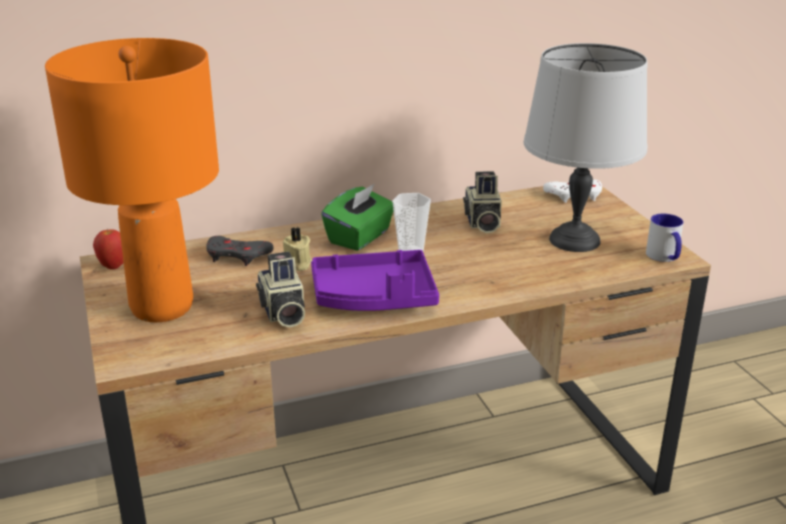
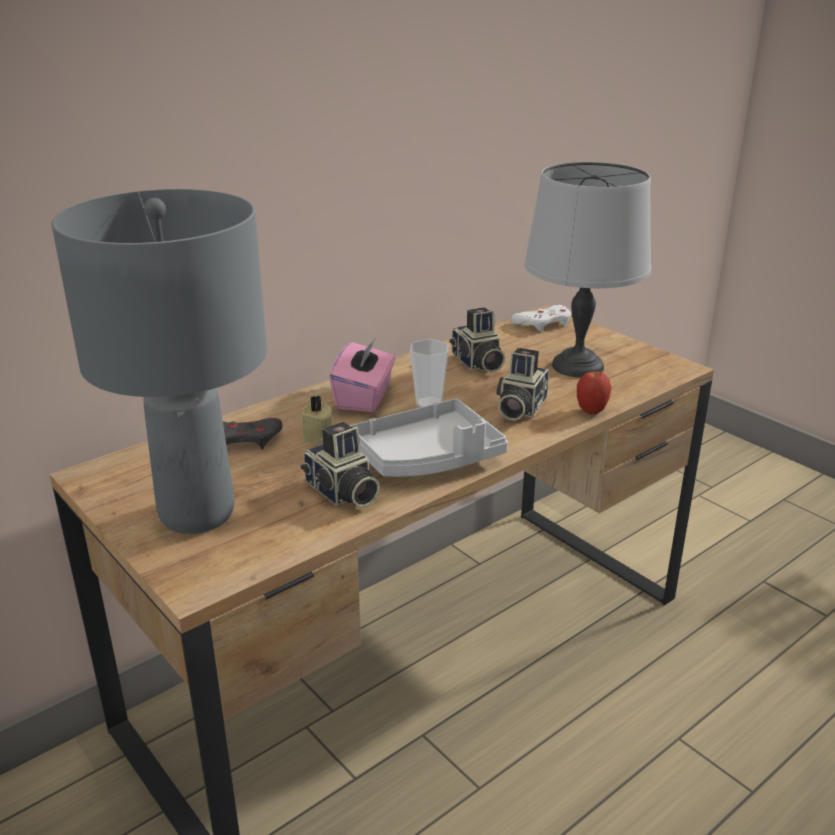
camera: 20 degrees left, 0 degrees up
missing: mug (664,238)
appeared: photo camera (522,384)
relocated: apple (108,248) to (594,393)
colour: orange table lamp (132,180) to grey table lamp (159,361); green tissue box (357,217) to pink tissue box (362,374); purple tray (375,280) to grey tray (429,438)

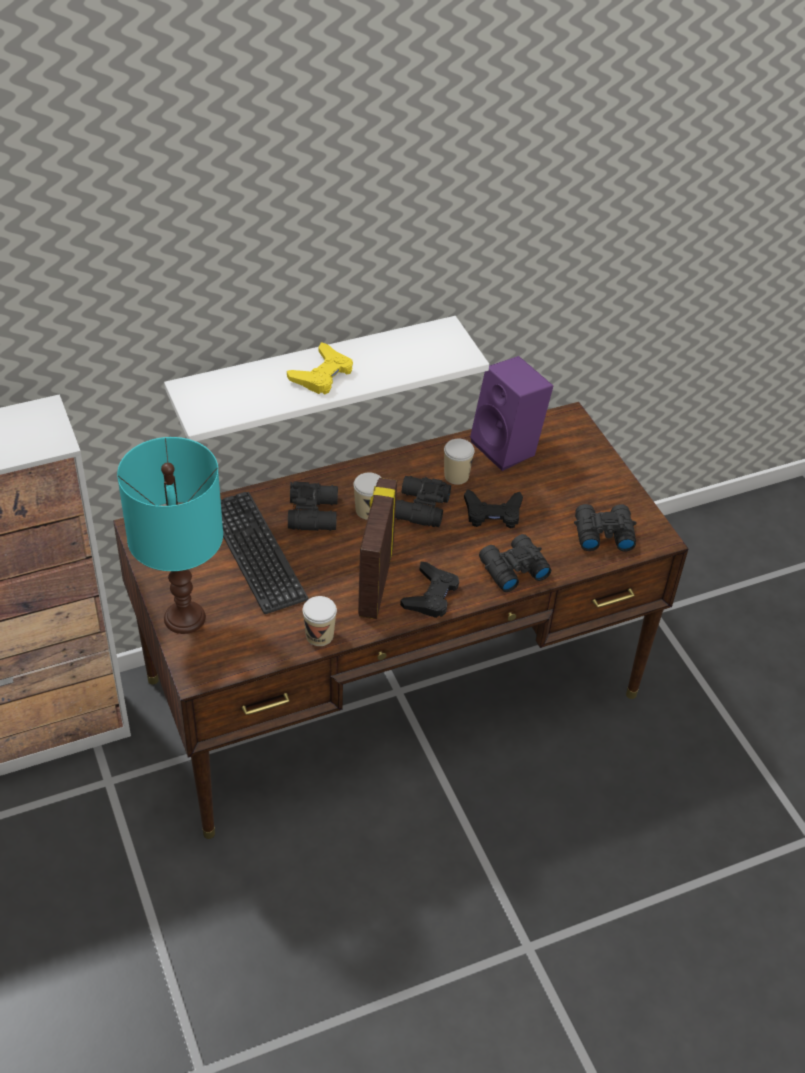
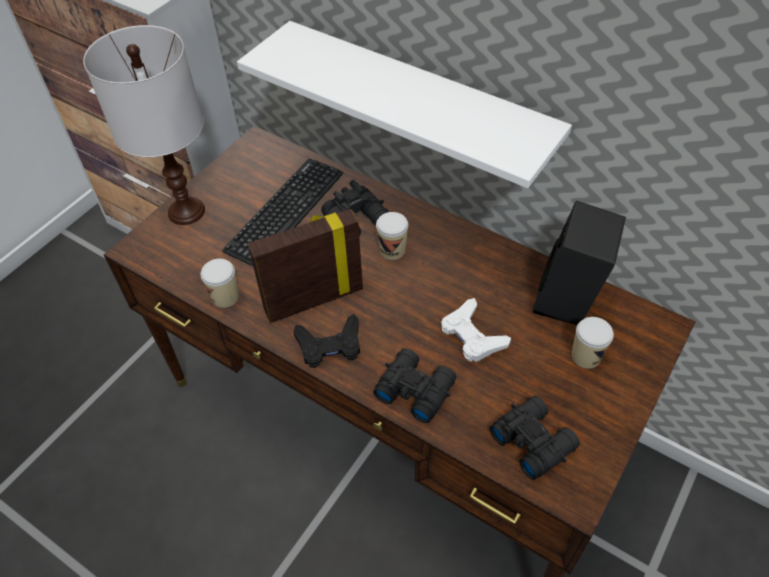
camera: 60 degrees right, 5 degrees up
missing: yellow game controller (320,368); black binoculars (423,501)
relocated: cup (459,462) to (593,343)
colour: turquoise table lamp (170,535) to white table lamp (144,125); black game controller (493,509) to white game controller (476,330); purple speaker (511,413) to black speaker (579,263)

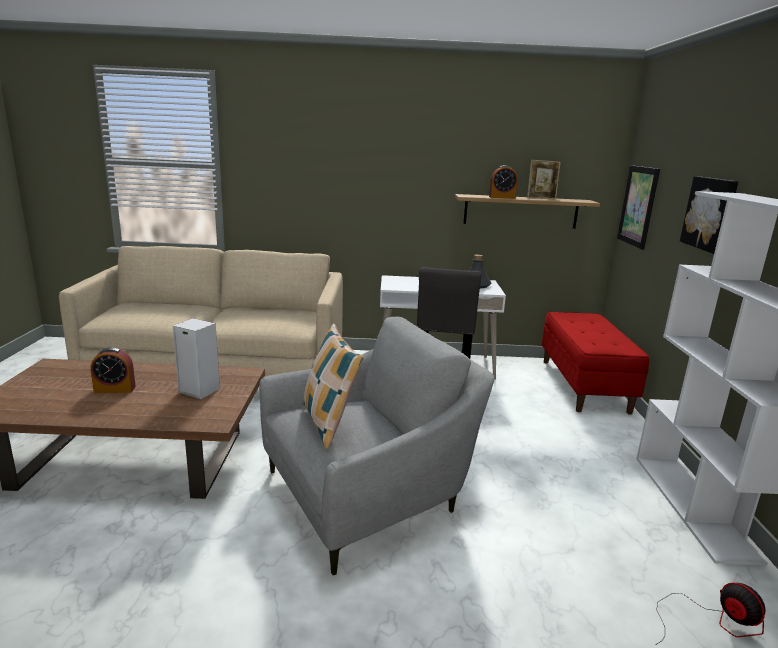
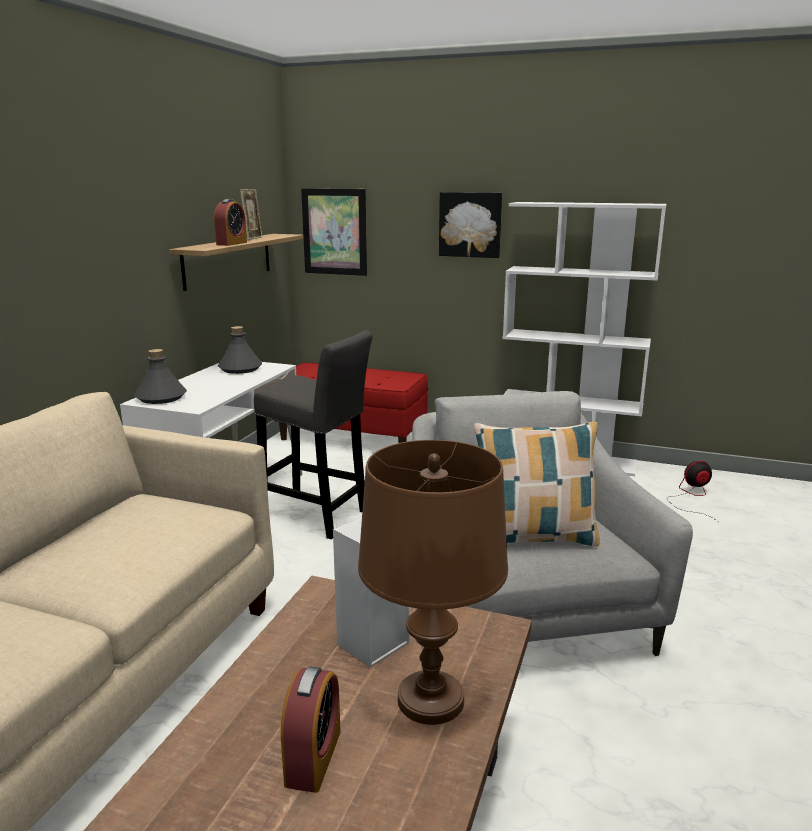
camera: 70 degrees left, 0 degrees up
appeared: grey bottle (160,376); brown table lamp (433,582)

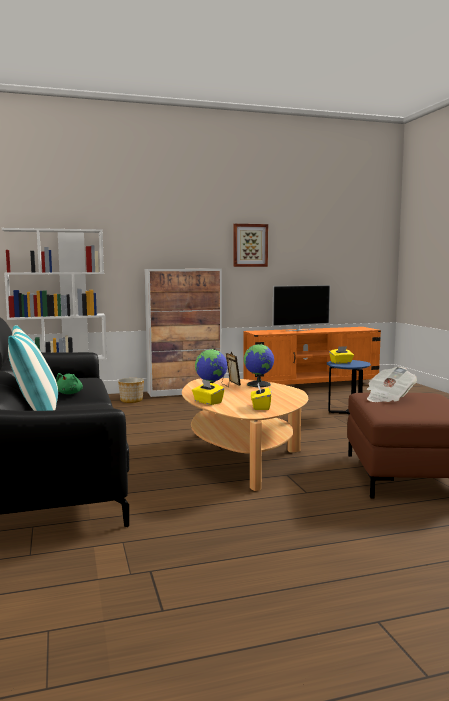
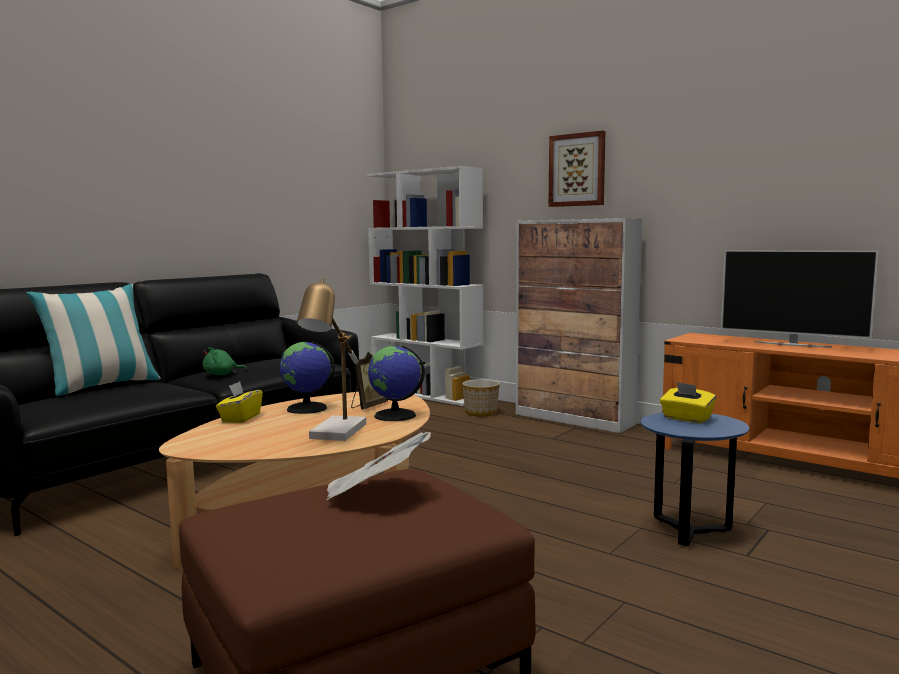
camera: 55 degrees right, 0 degrees up
missing: yellow tissue box (261,396)
appeared: table lamp (331,359)
relocated: picture (250,245) to (577,168)

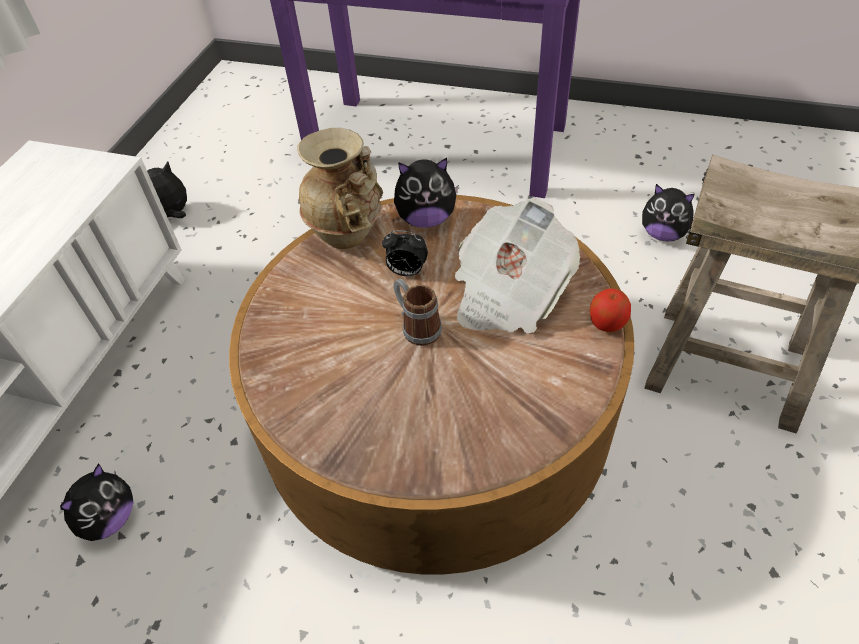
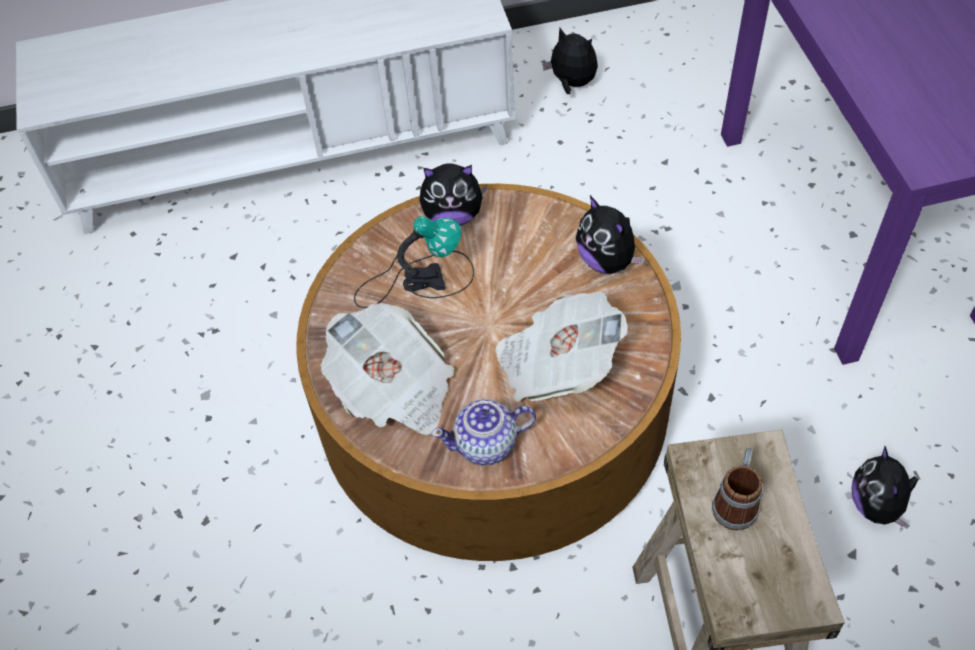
camera: 60 degrees right, 5 degrees up
missing: beige vase (340,188); alarm clock (405,253); apple (610,310)
appeared: newspaper (387,369); table lamp (414,262); teapot (483,432)
relocated: plush toy (97,502) to (453,194); mug (417,312) to (737,489)

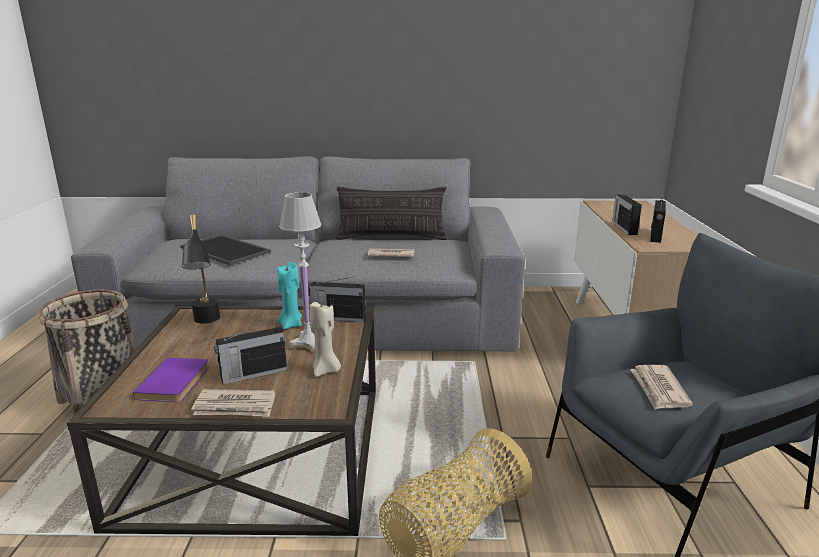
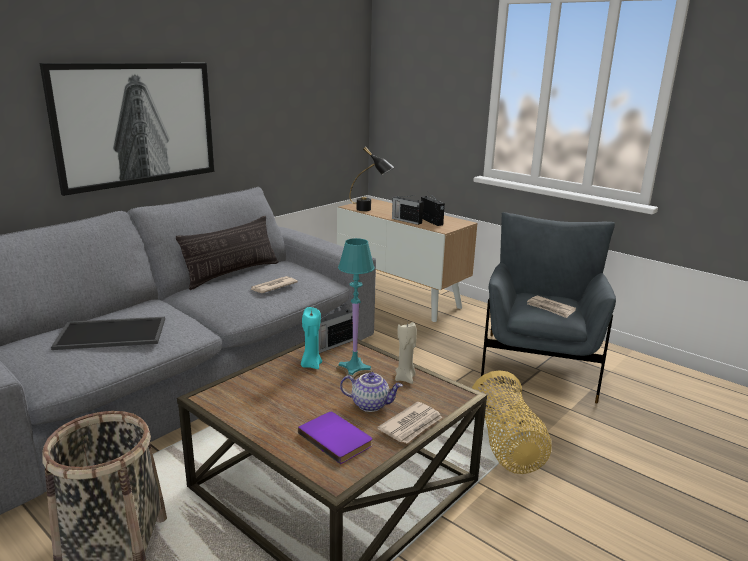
camera: 50 degrees left, 0 degrees up
appeared: picture (127,129)
relocated: black table lamp (201,268) to (372,179)
exchanged: radio (250,352) to teapot (371,392)
colour: white table lamp (300,273) to turquoise table lamp (355,308)

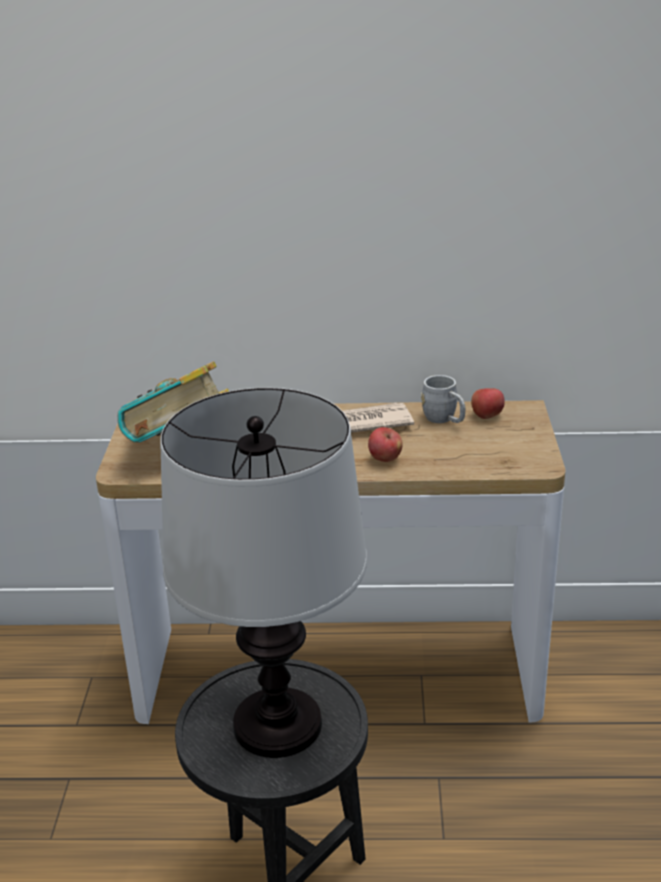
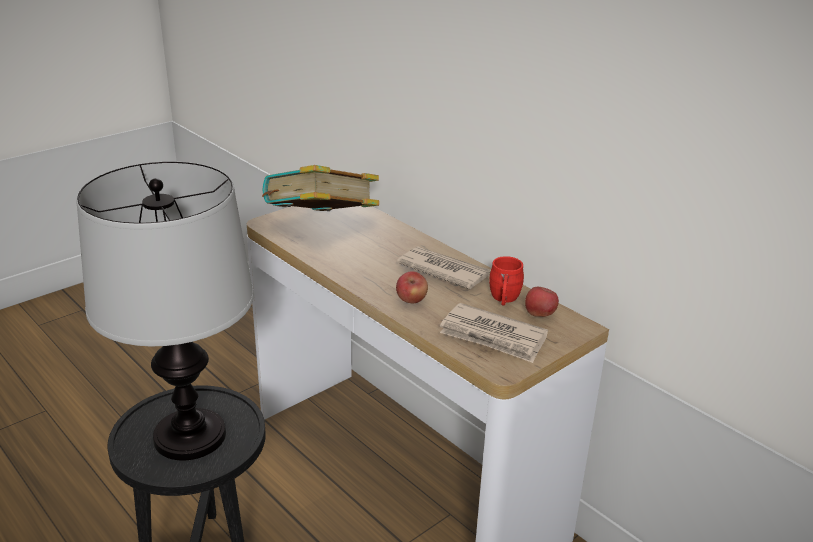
camera: 45 degrees right, 0 degrees up
appeared: newspaper (494,333)
colour: grey mug (443,399) to red mug (506,281)

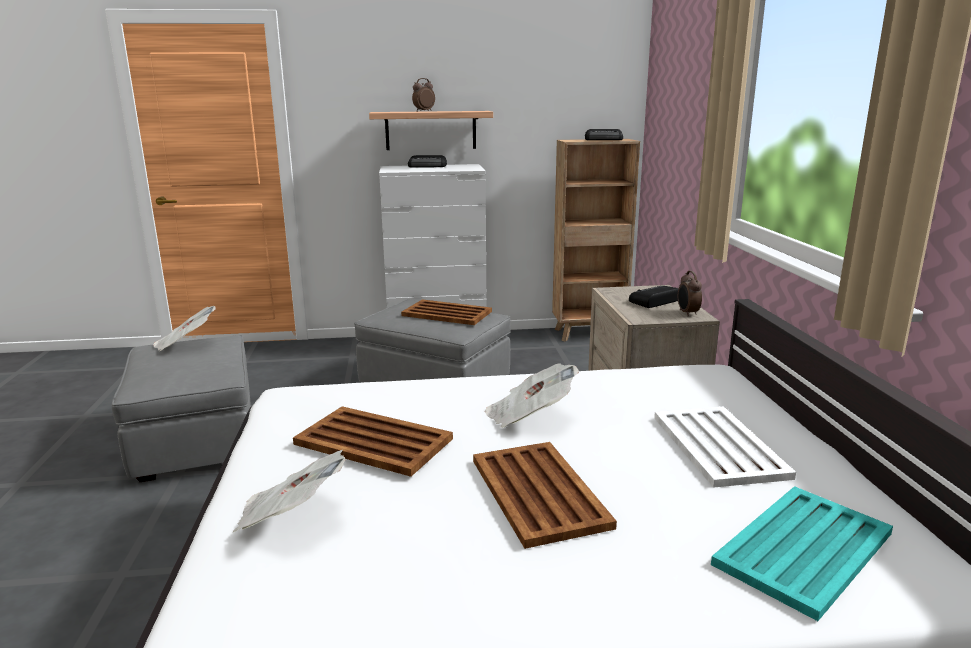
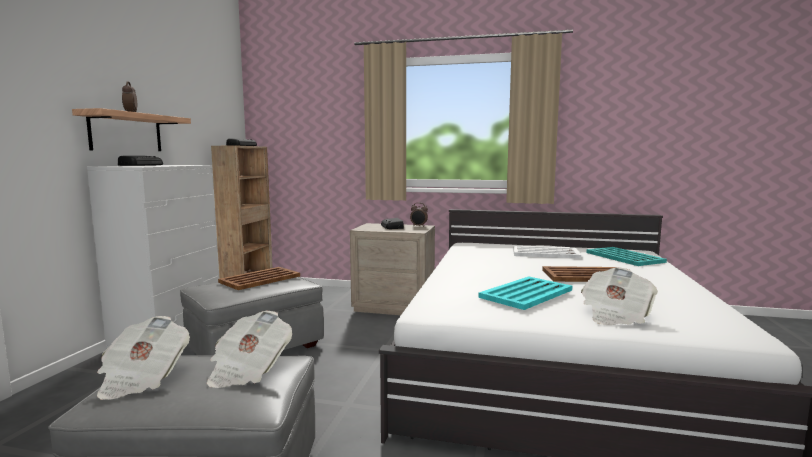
camera: 70 degrees left, 10 degrees down
relocated: newspaper (531,395) to (249,349)
colour: brown tray (373,441) to turquoise tray (525,293)

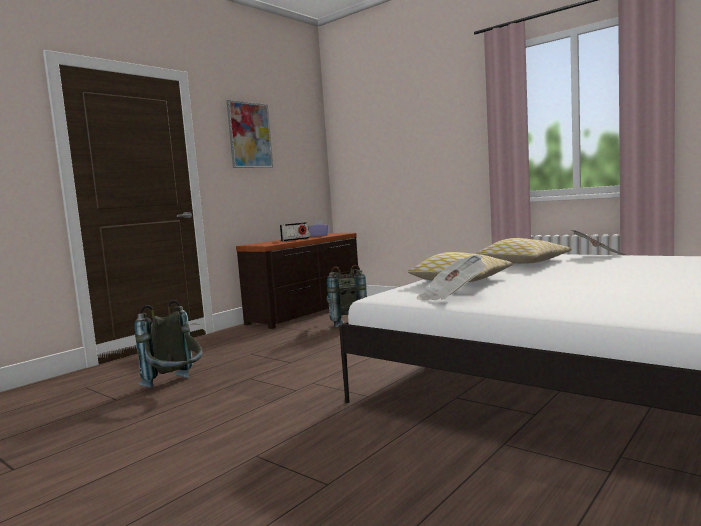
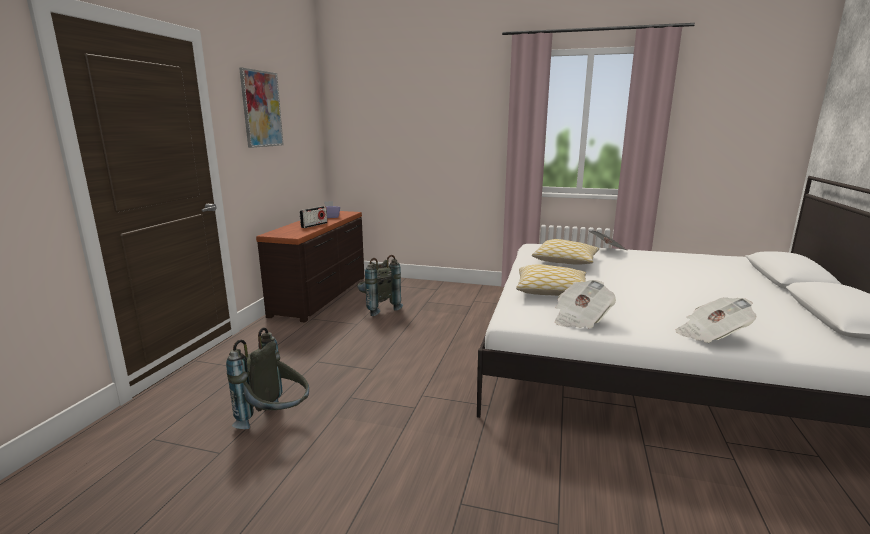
camera: 25 degrees left, 10 degrees up
appeared: newspaper (716,320)

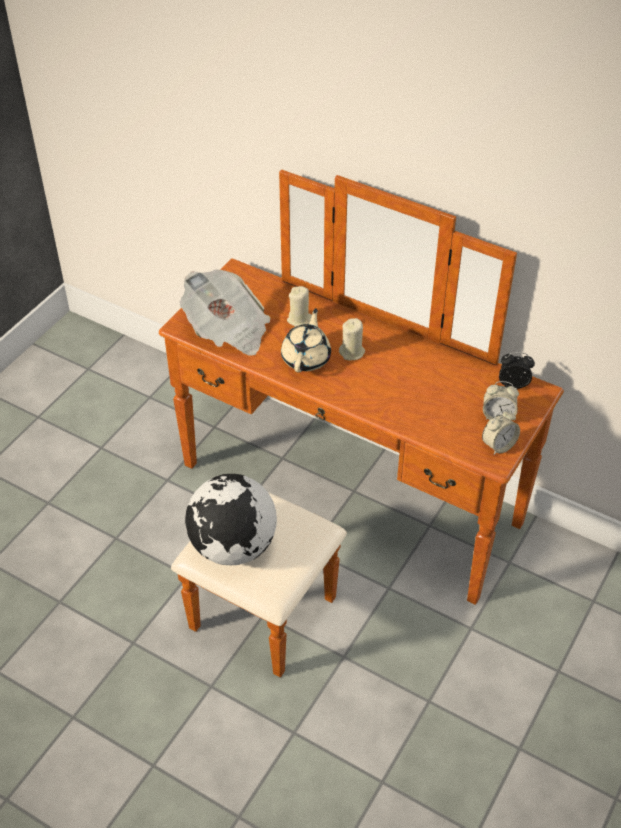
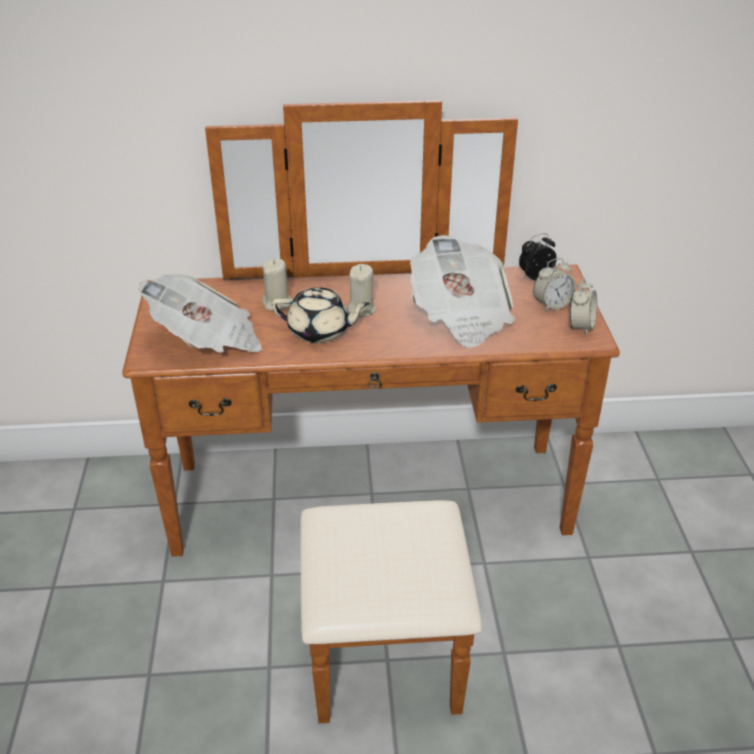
camera: 35 degrees left, 10 degrees down
missing: globe (231,519)
appeared: newspaper (462,291)
spun: beige teapot (306,340) = (321,315) 120 degrees clockwise

